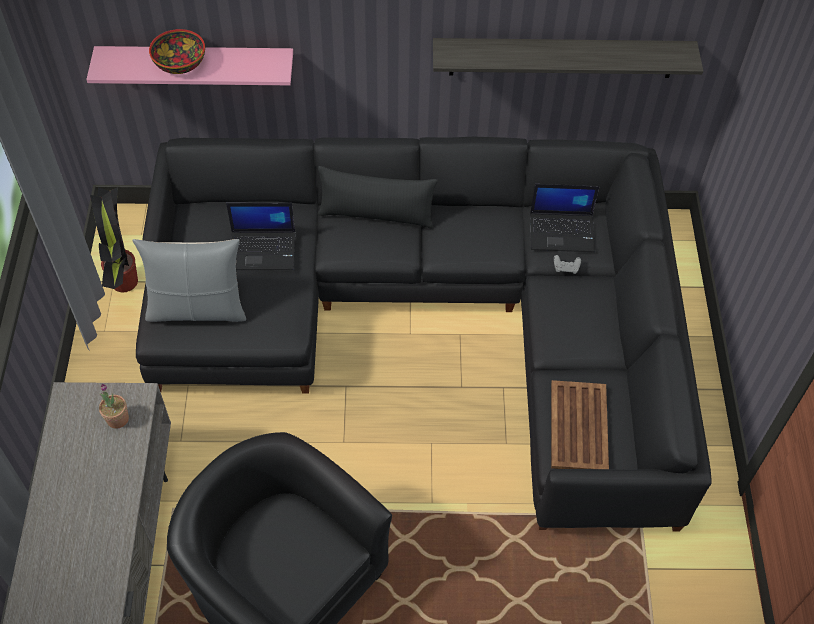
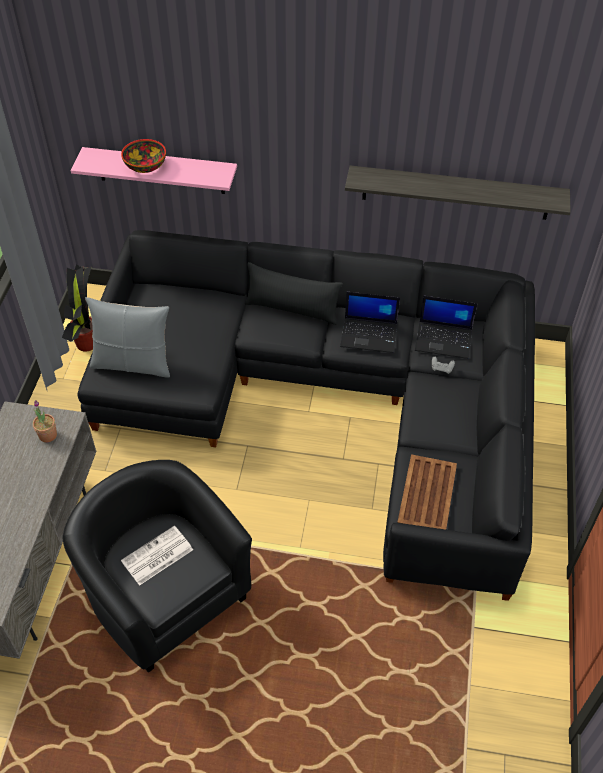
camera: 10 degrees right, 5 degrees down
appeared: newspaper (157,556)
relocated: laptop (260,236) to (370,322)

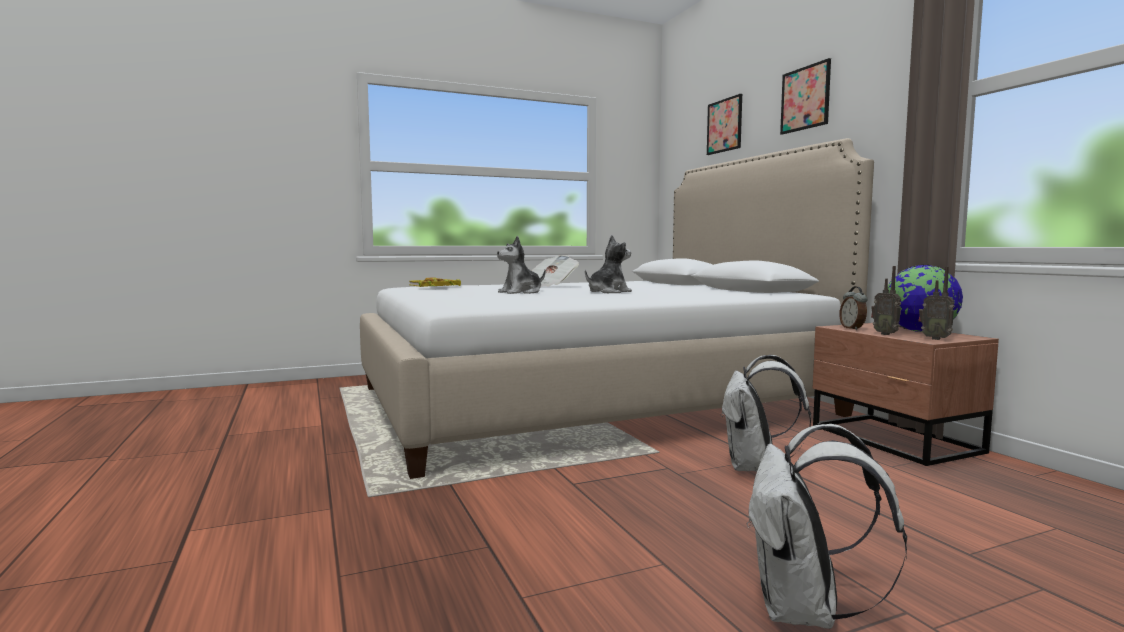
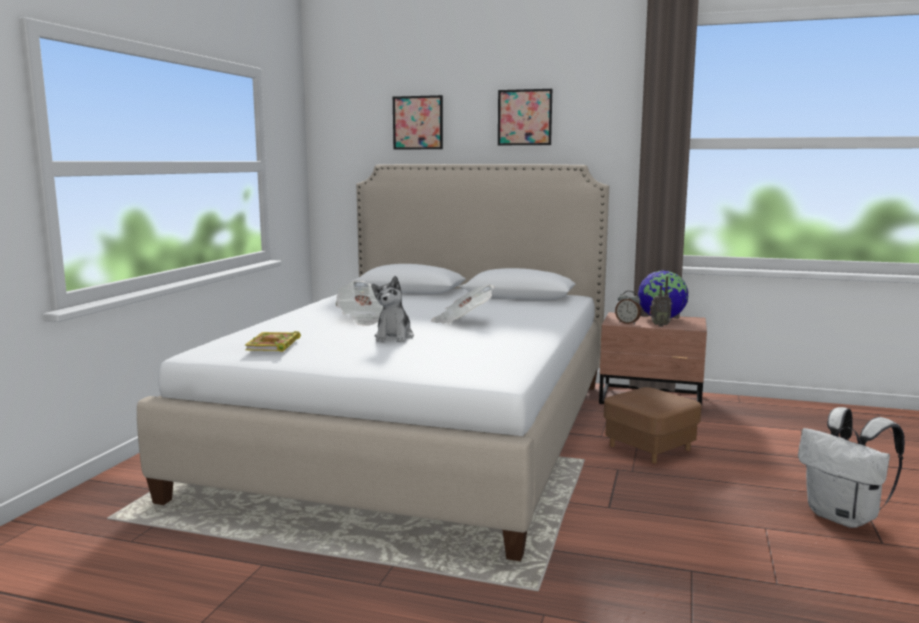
camera: 50 degrees left, 5 degrees up
missing: radio (936,303)
exchanged: plush toy (608,264) to newspaper (463,304); white backpack (766,413) to brown ottoman (653,425)

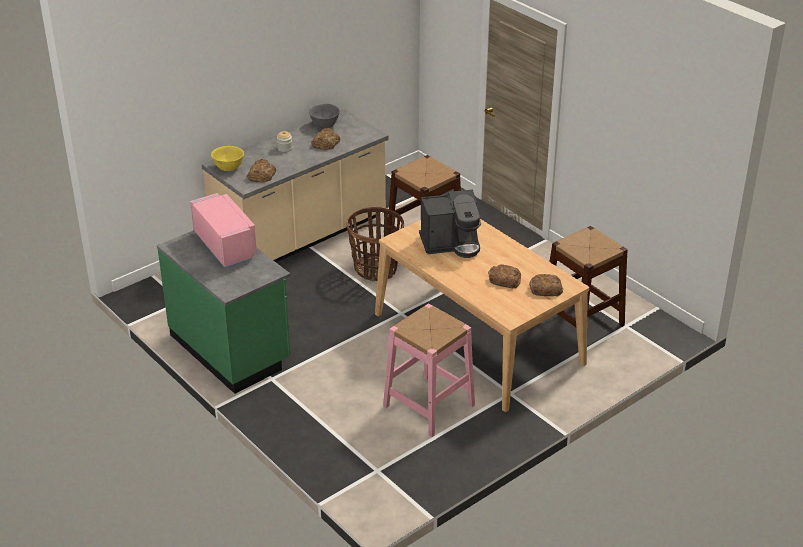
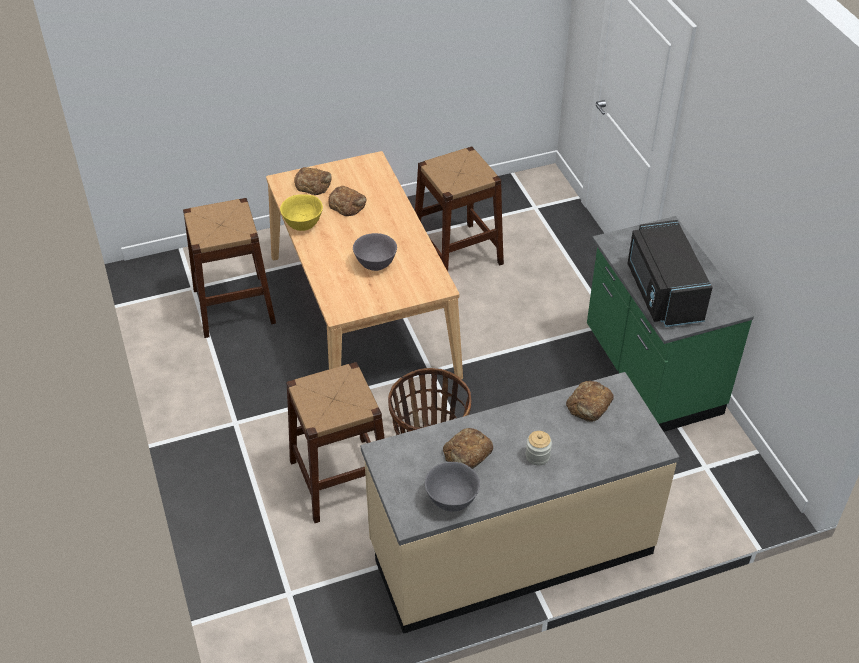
camera: 160 degrees left, 10 degrees up
relocated: yellow bowl (227,158) to (301,212)
exchanged: coffee machine (450,223) to grey bowl (375,252)
colour: pink stool (429,370) to brown stool (459,209); pink microwave (223,230) to black microwave (670,273)

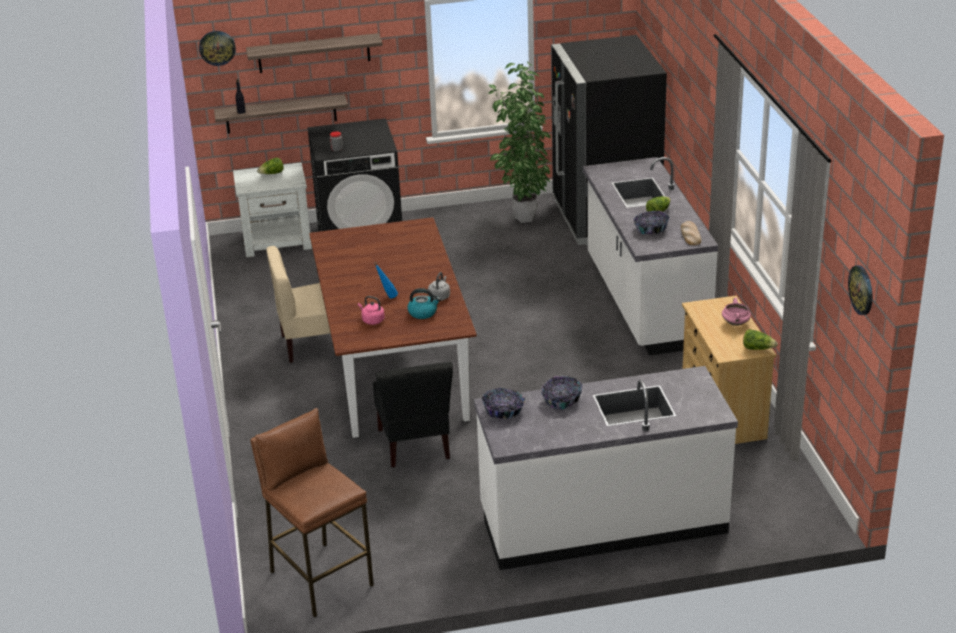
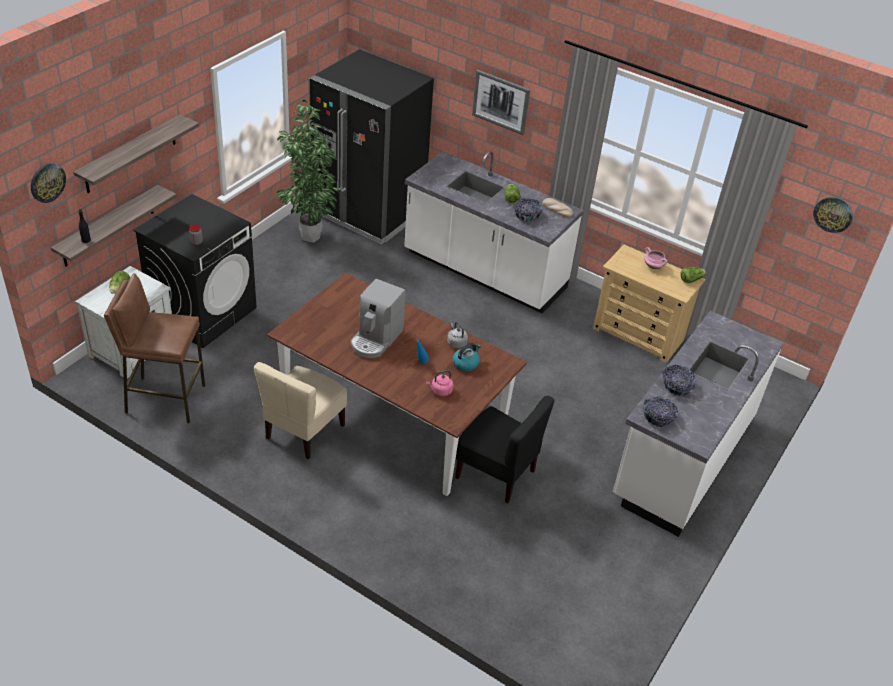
camera: 50 degrees left, 10 degrees up
appeared: coffee machine (378,318); picture (501,102)
relocated: brown stool (312,513) to (154,348)

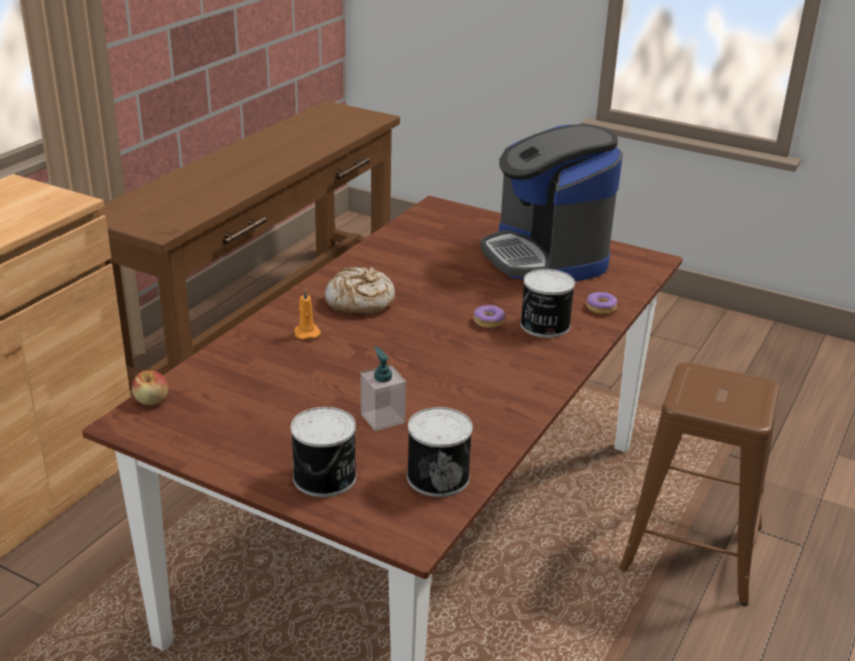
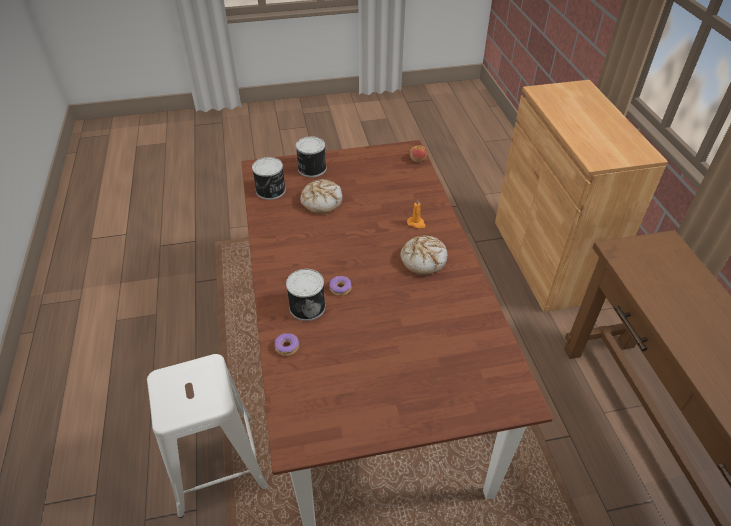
camera: 140 degrees right, 15 degrees up
missing: coffee machine (551,203)
exchanged: soap dispenser (383,389) to bread (321,196)
colour: brown stool (699,484) to white stool (207,436)

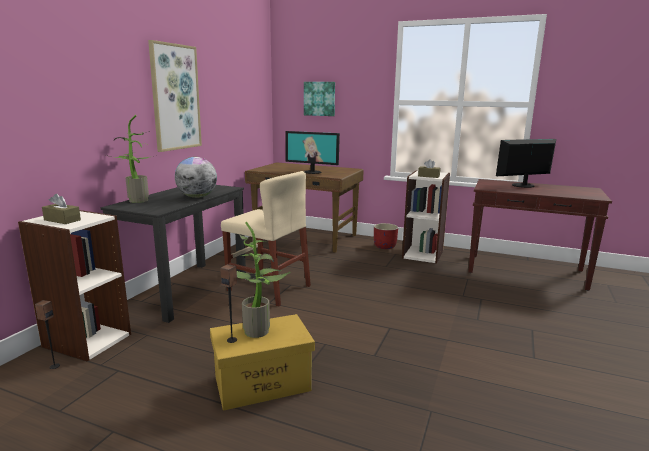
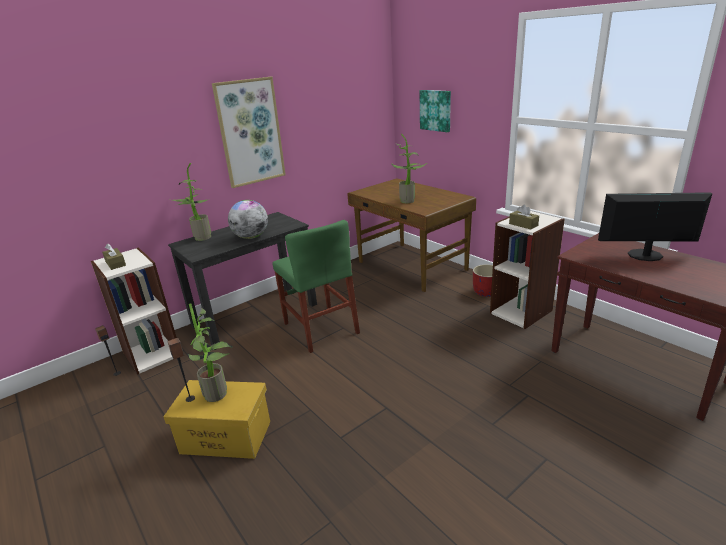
camera: 30 degrees right, 10 degrees up
exchanged: monitor (312,152) to potted plant (409,168)
colour: beige chair (266,238) to green chair (316,286)

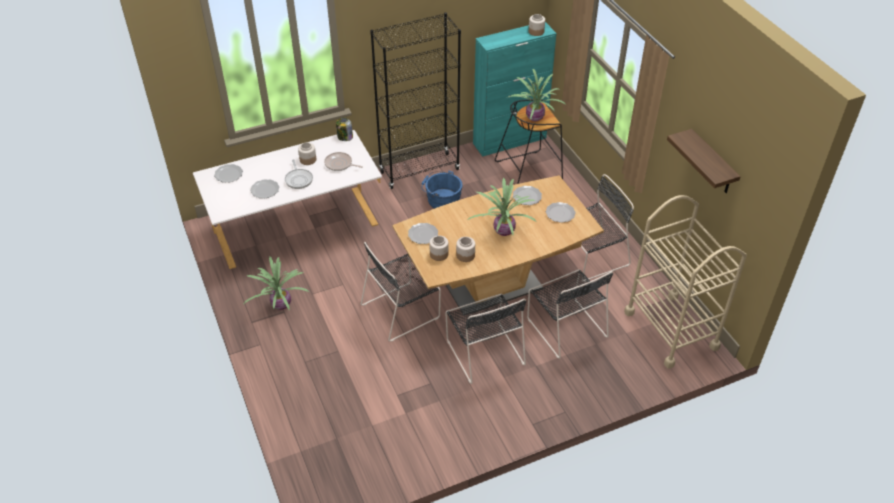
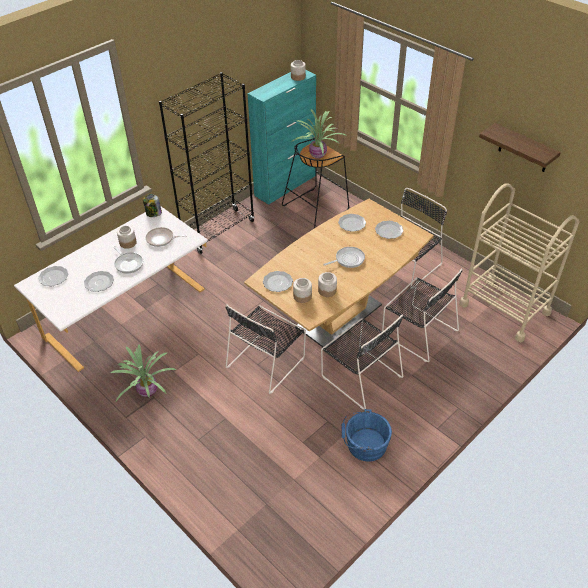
camera: 20 degrees left, 0 degrees up
relocated: blue bucket (441,189) to (366,435)
exchanged: potted plant (501,207) to frying pan (344,257)

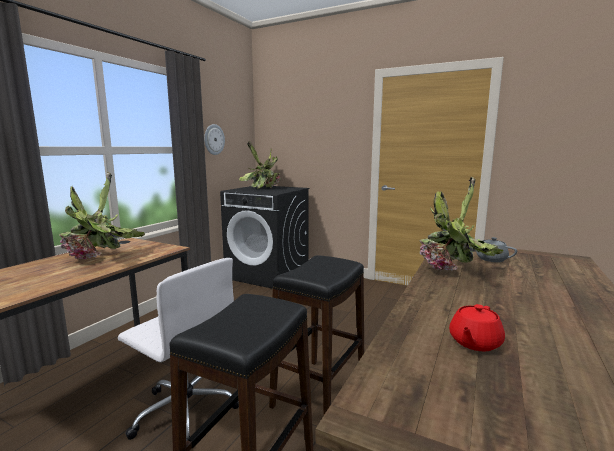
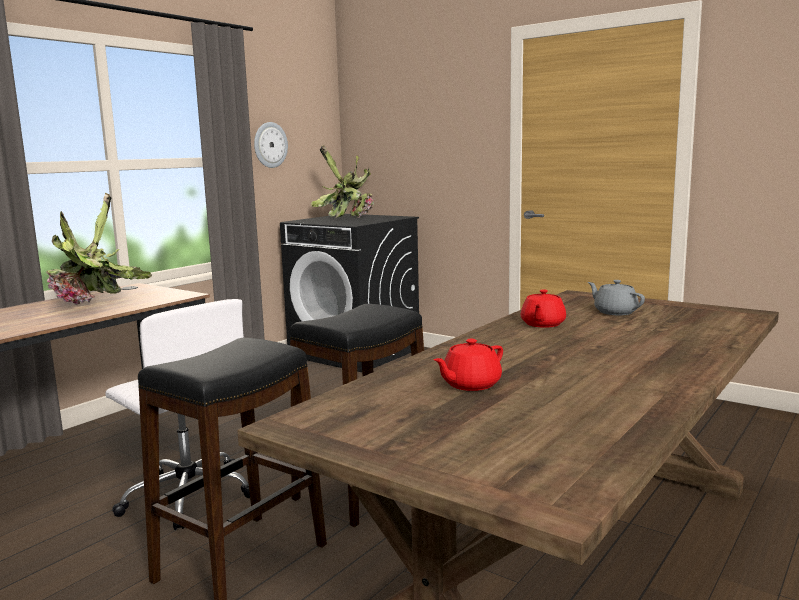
camera: 10 degrees right, 0 degrees up
exchanged: potted plant (461,223) to red teapot (543,308)

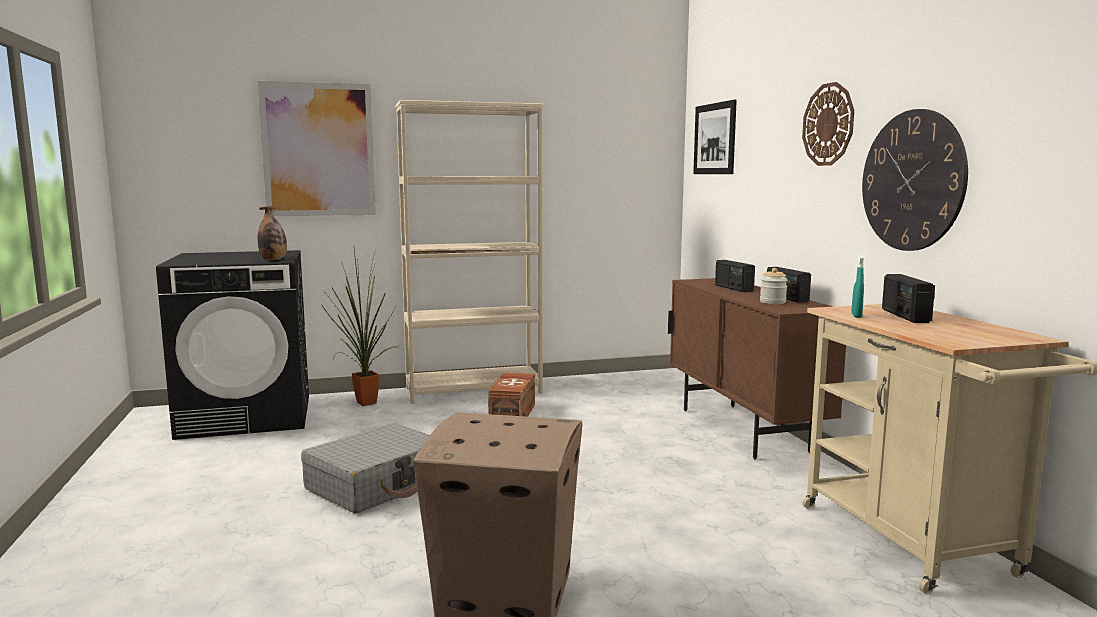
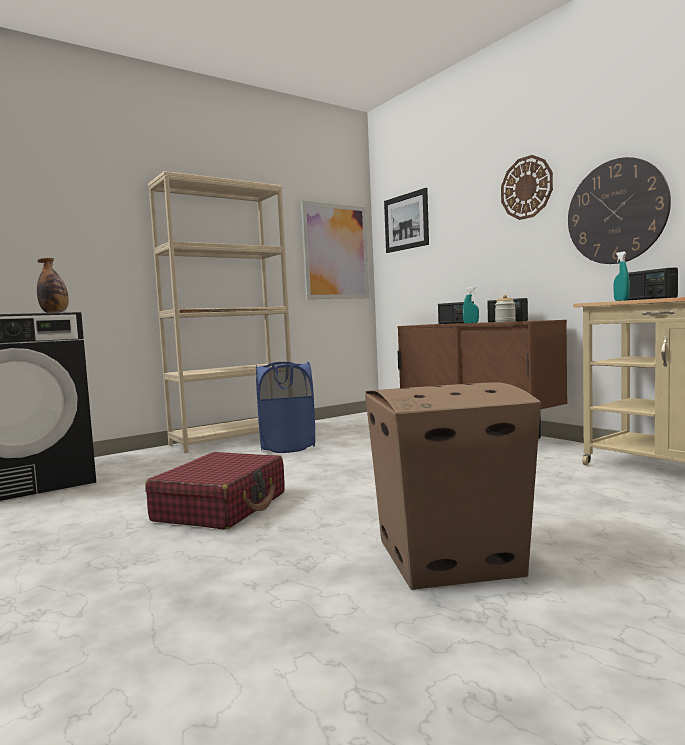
camera: 20 degrees left, 5 degrees down
missing: potted plant (360,328)
appeared: turquoise spray bottle (471,305)
relocated: picture (317,148) to (335,250)
exchanged: brown storage box (511,394) to blue laundry basket (285,407)
colour: grey suitcase (365,468) to red suitcase (215,491)

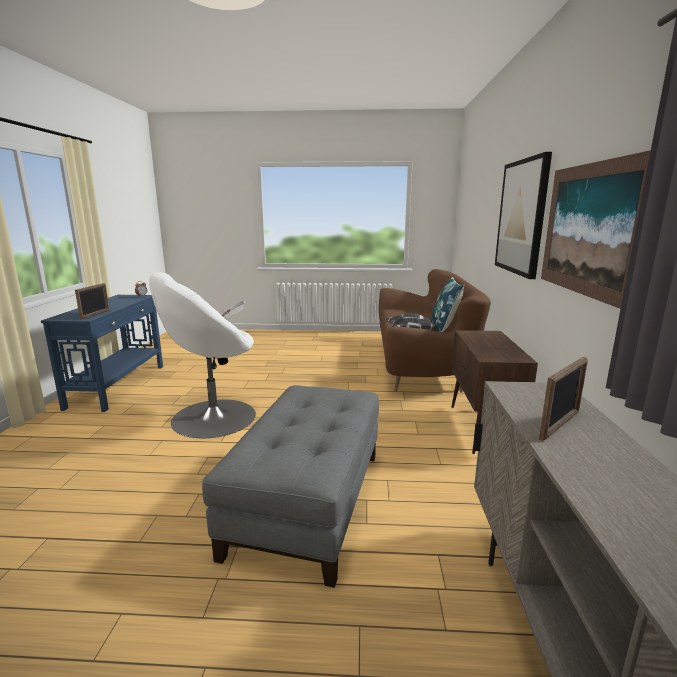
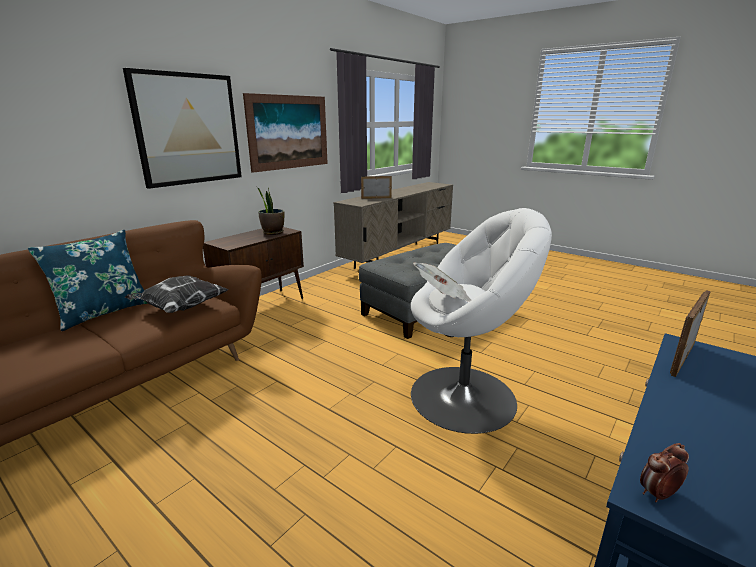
camera: 145 degrees left, 5 degrees up
appeared: potted plant (270,211)

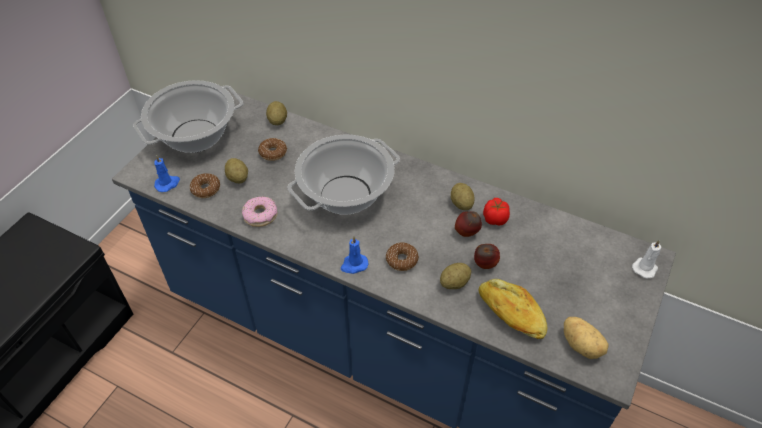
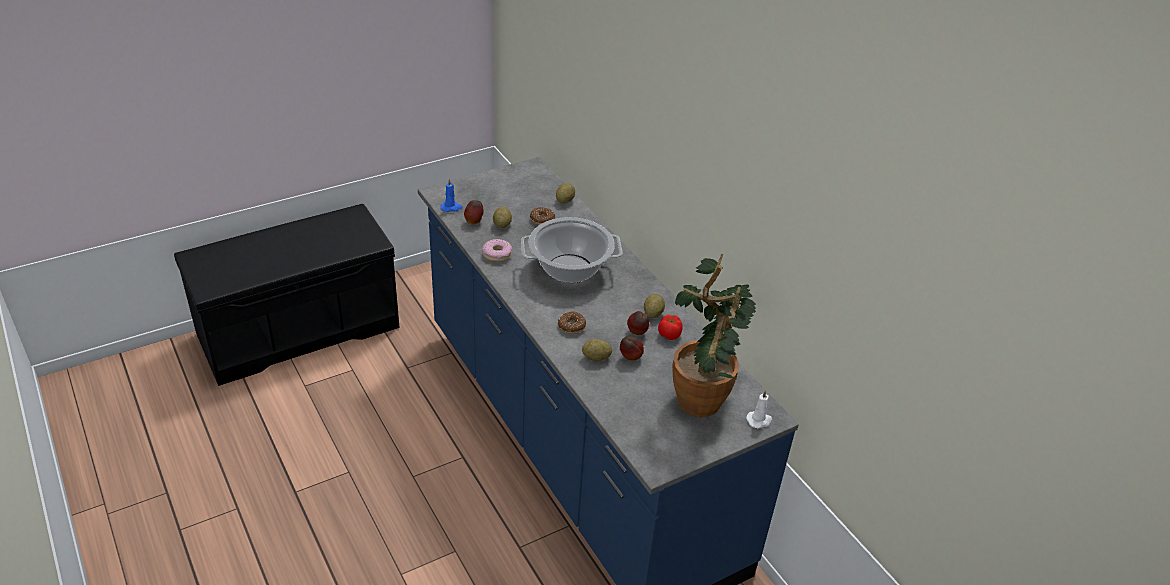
camera: 30 degrees right, 10 degrees down
missing: cooking pot (188,116); blue candle (355,255); bread (513,309); potato (586,338)
appeared: potted plant (714,335)
exchanged: donut (205,185) to apple (474,212)

